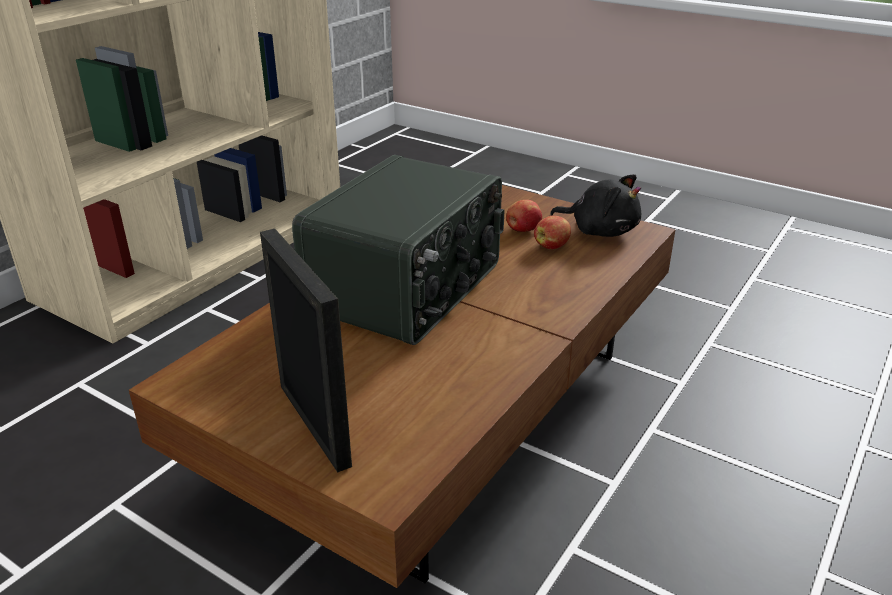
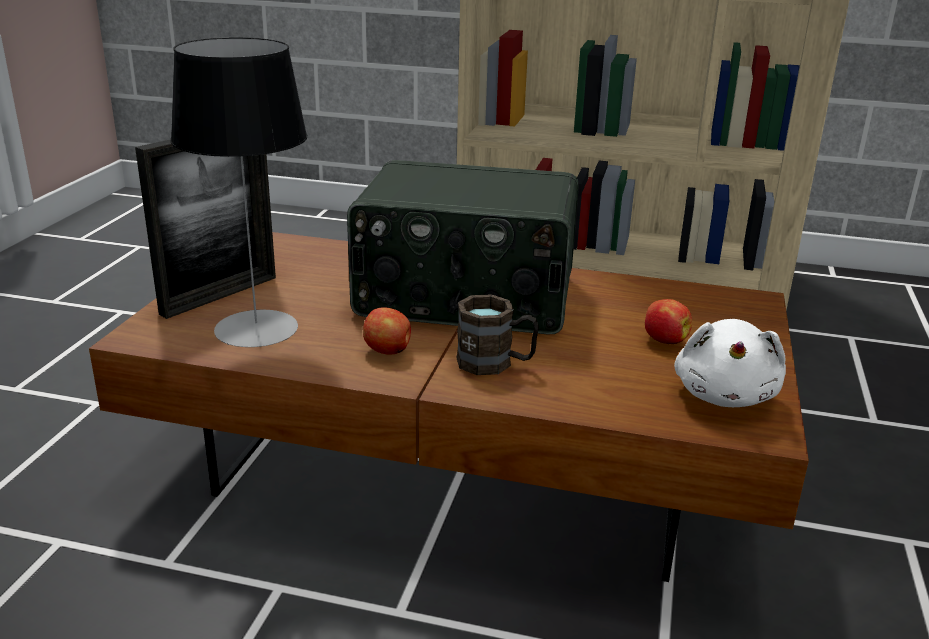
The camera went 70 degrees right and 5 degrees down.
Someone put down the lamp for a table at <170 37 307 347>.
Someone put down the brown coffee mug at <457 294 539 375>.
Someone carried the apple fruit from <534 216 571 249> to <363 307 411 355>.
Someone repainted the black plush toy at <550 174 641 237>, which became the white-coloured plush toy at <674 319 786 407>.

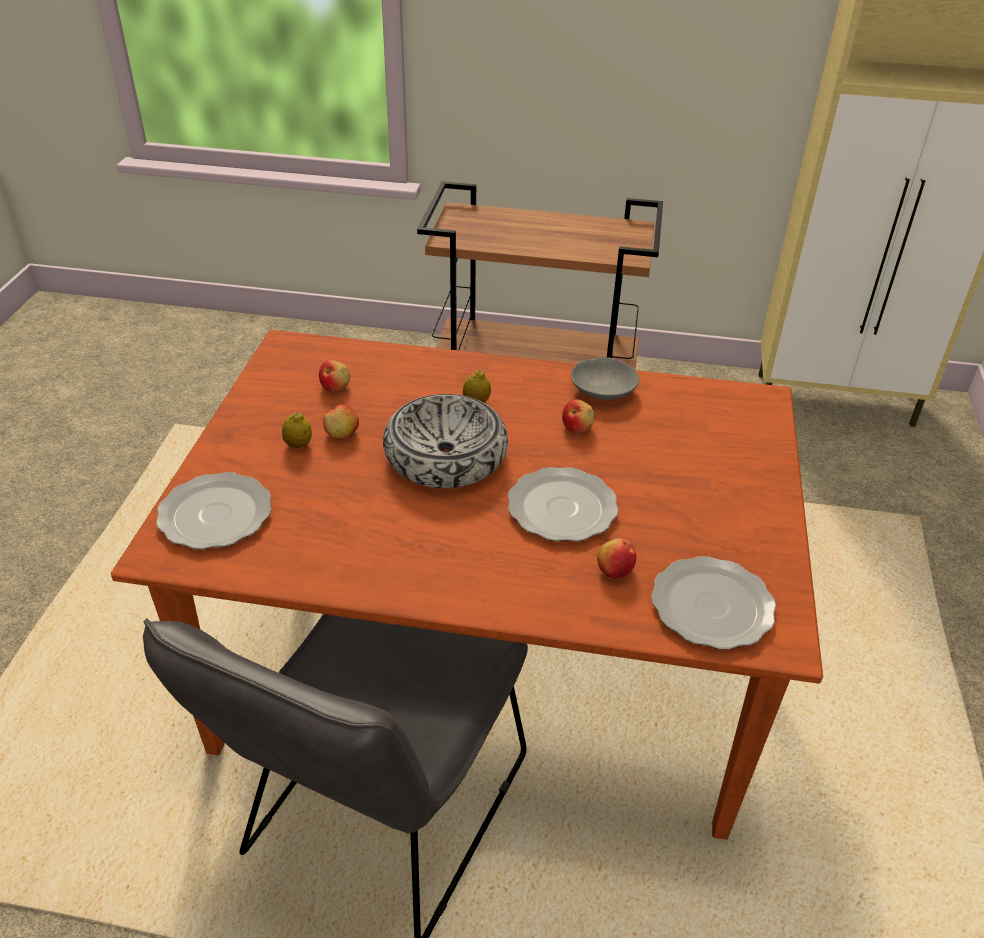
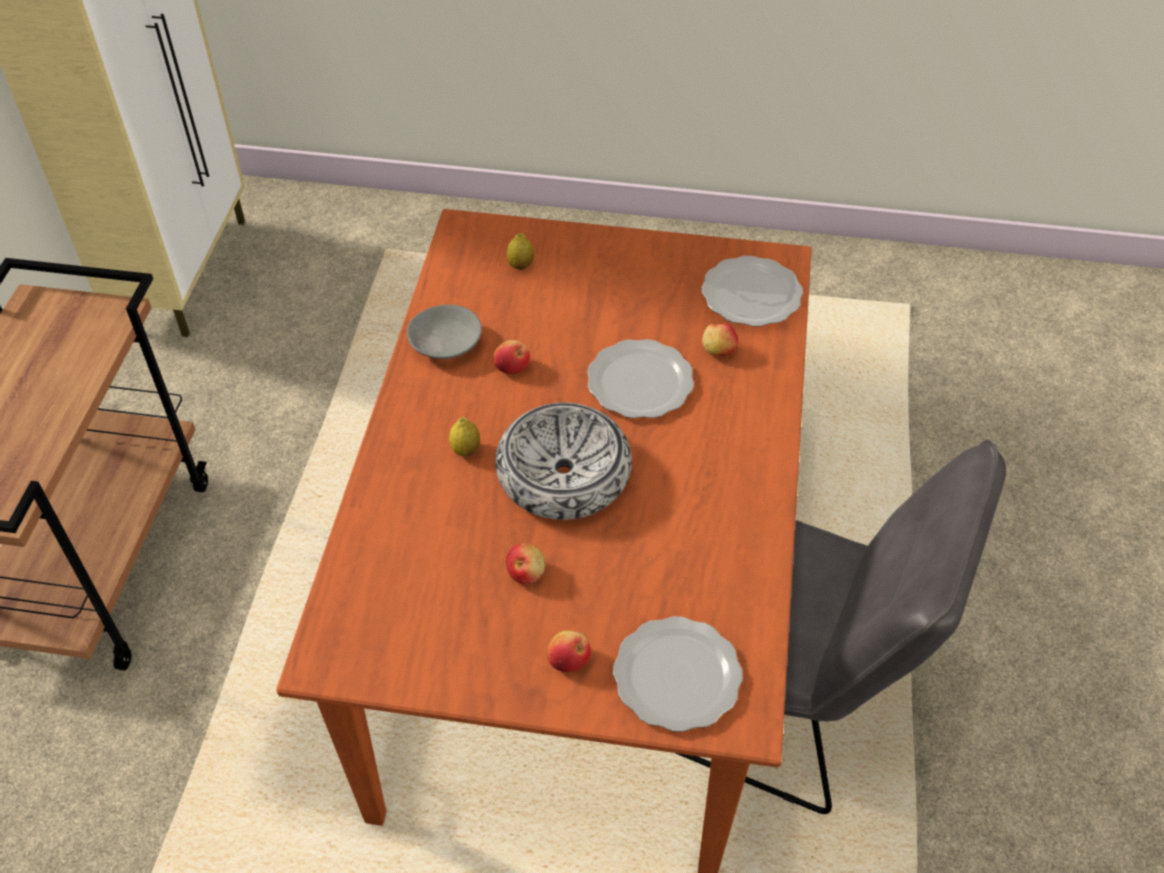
The camera went 90 degrees left and 10 degrees up.
Someone carried the citrus fruit from <282 412 312 448> to <507 233 534 270>.
Someone carried the apple fruit from <319 360 350 392> to <547 630 591 672>.

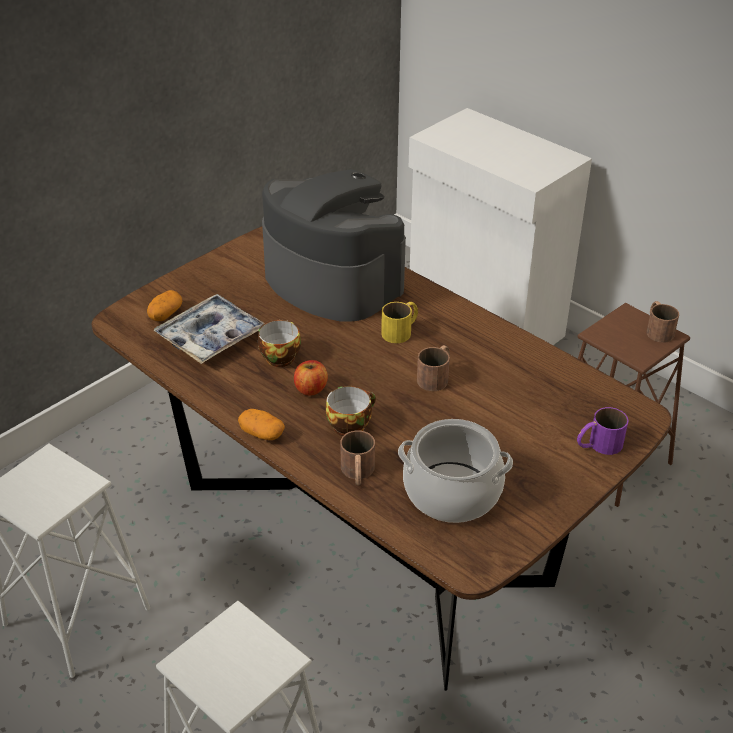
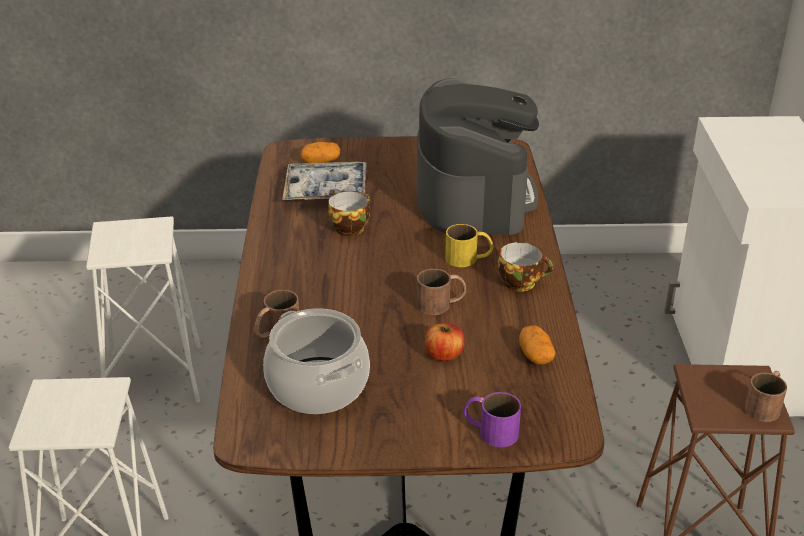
The camera went 45 degrees right and 5 degrees down.
Someone carried the whole potato from <238 409 285 440> to <519 325 555 364>.
Someone carried the apple fruit from <294 360 328 396> to <425 323 465 361>.
Someone carried the drinking cup from <326 386 376 436> to <498 242 553 291>.

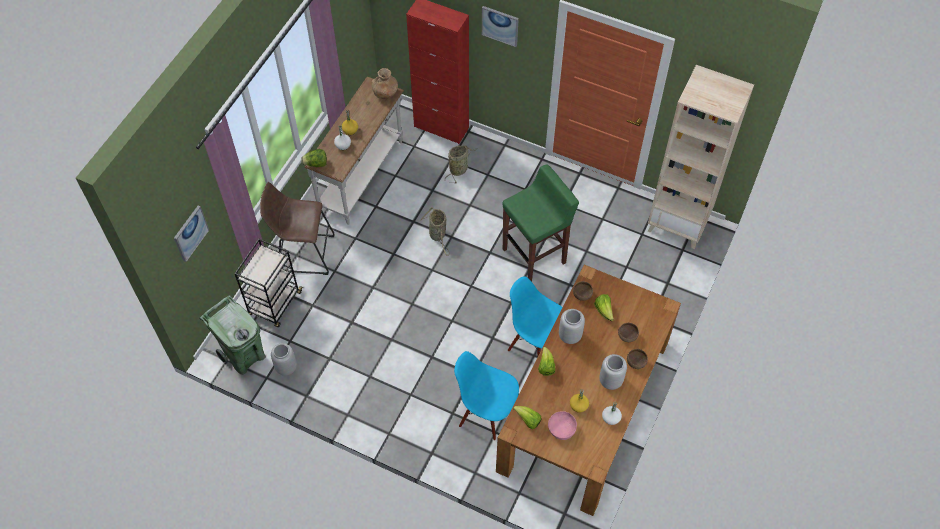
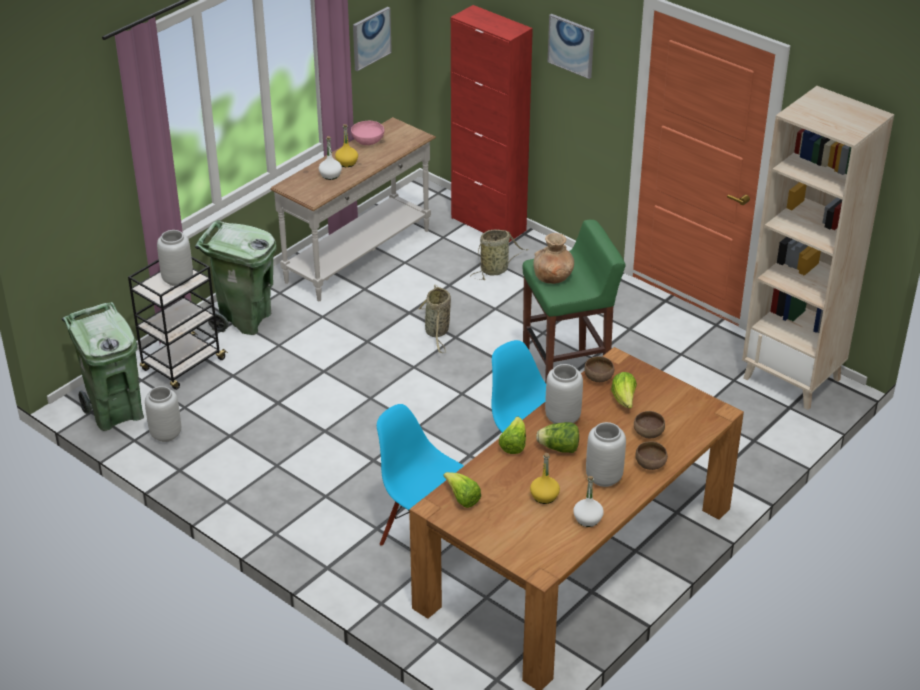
The camera went 15 degrees right and 20 degrees down.
Someone put down the grey vase at <157 230 193 286>.
Someone carried the wall art from <174 206 209 262> to <353 7 392 71>.
Someone carried the lettuce from <301 149 327 167> to <536 422 579 453>.
Someone carried the brown vase from <371 68 398 99> to <533 233 574 284>.
Someone carried the pink-coloured serving bowl from <548 411 577 440> to <351 121 384 145>.
Someone swapped the brown stool at <260 182 335 275> for the green rubbish bin at <195 220 277 335>.

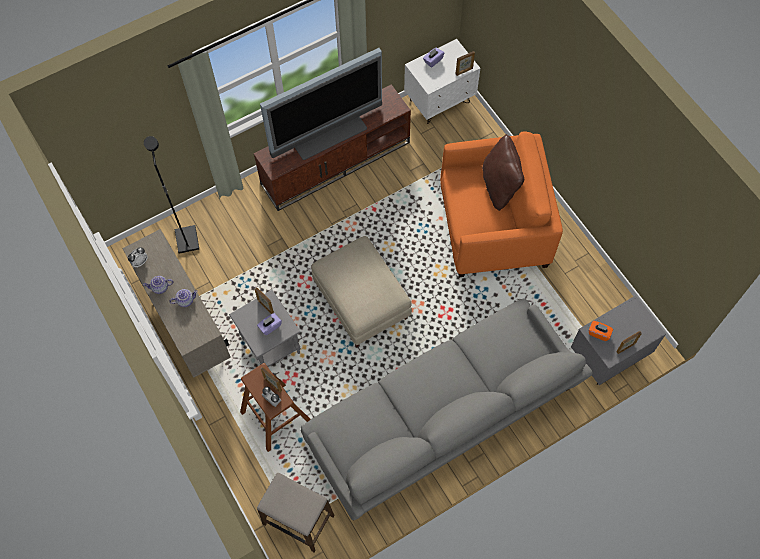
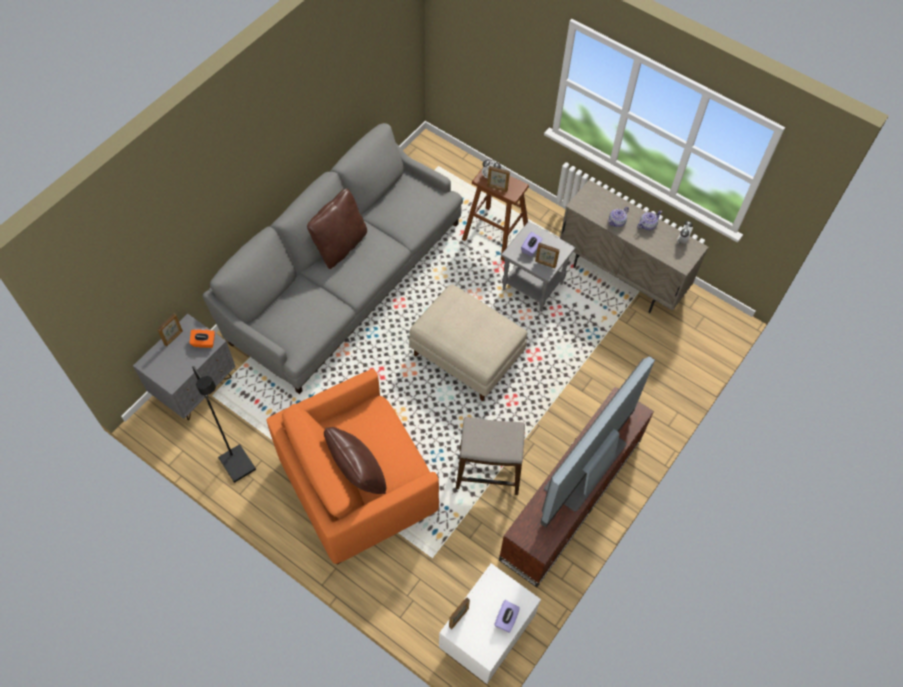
The camera went 155 degrees right and 5 degrees down.
Someone put down the brown cushion at <307 188 367 269>.
Someone carried the black standing lamp from <144 136 199 254> to <192 366 256 483>.
Someone carried the stool from <257 473 335 552> to <456 417 525 495>.

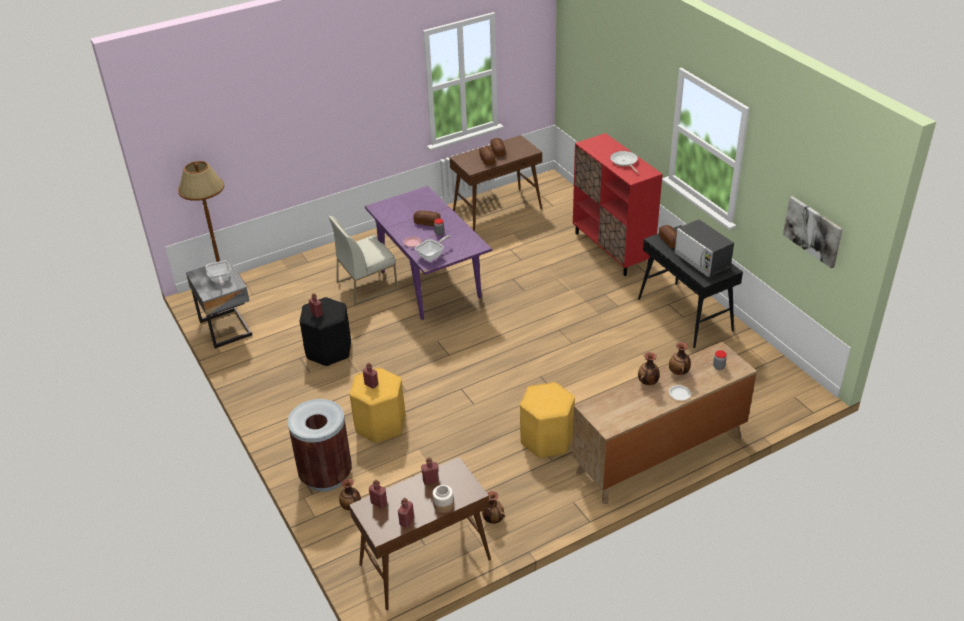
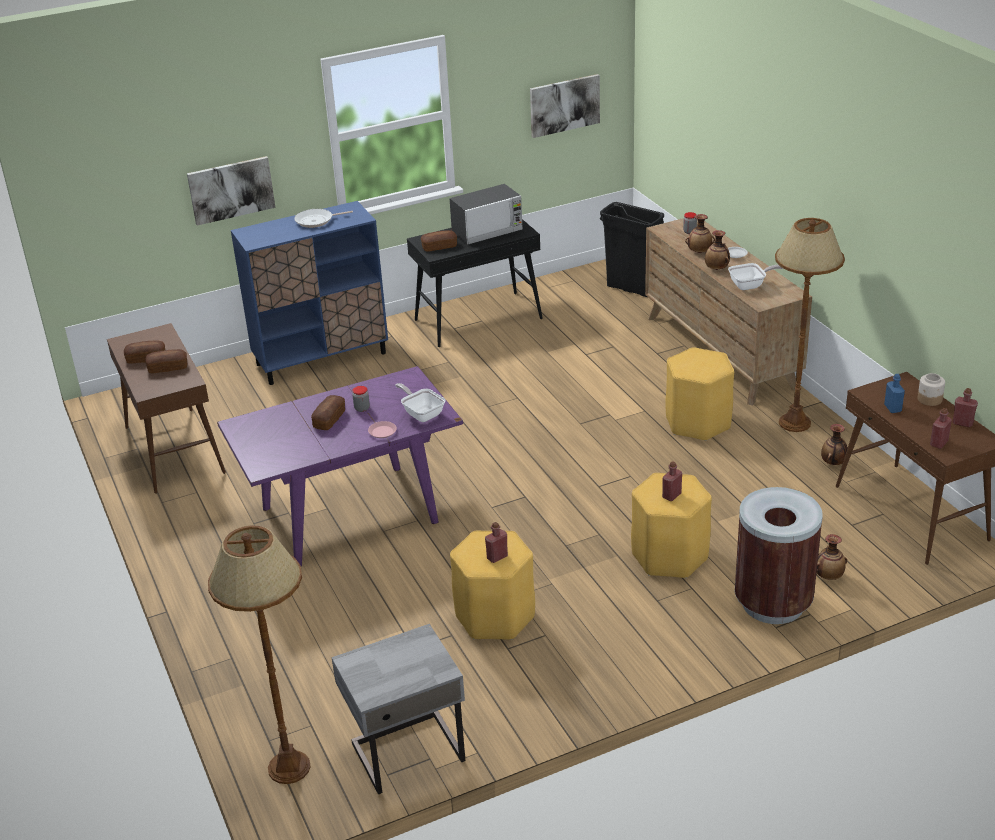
The camera went 85 degrees left and 5 degrees down.
Someone took away the white-coloured chair at <328 216 398 305>.
Someone put up the wall art at <187 156 275 226>.
Someone put down the black rubbish bin at <600 202 664 297>.
Someone put down the brown standing lamp at <775 218 845 432>.
Someone carried the skillet from <206 260 231 286> to <728 263 784 290>.
Someone repainted the black stool at <300 297 351 366>, which became the yellow-coloured stool at <450 531 535 640>.
Someone repainted the reddish bottle at <421 457 439 485>, which became the bluish bottle at <884 374 905 413>.
Someone repainted the reddish storage cabinet at <573 133 663 276>, which became the bluish storage cabinet at <231 201 388 385>.

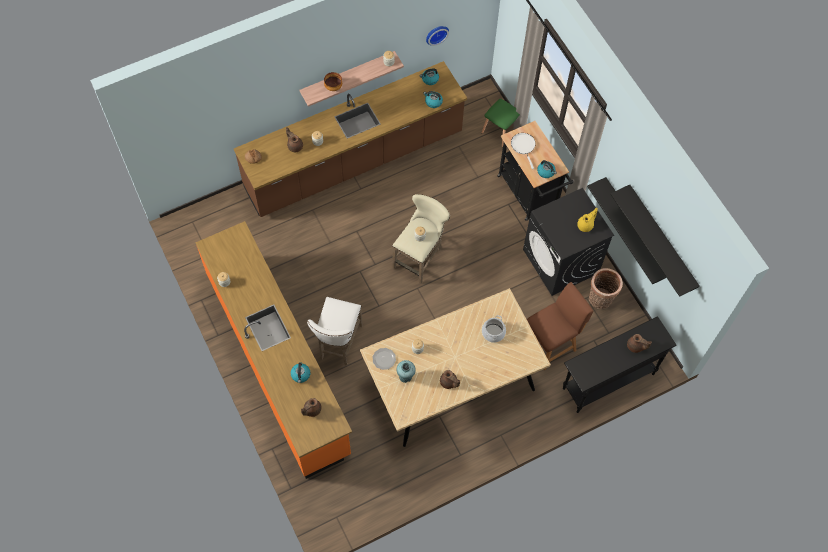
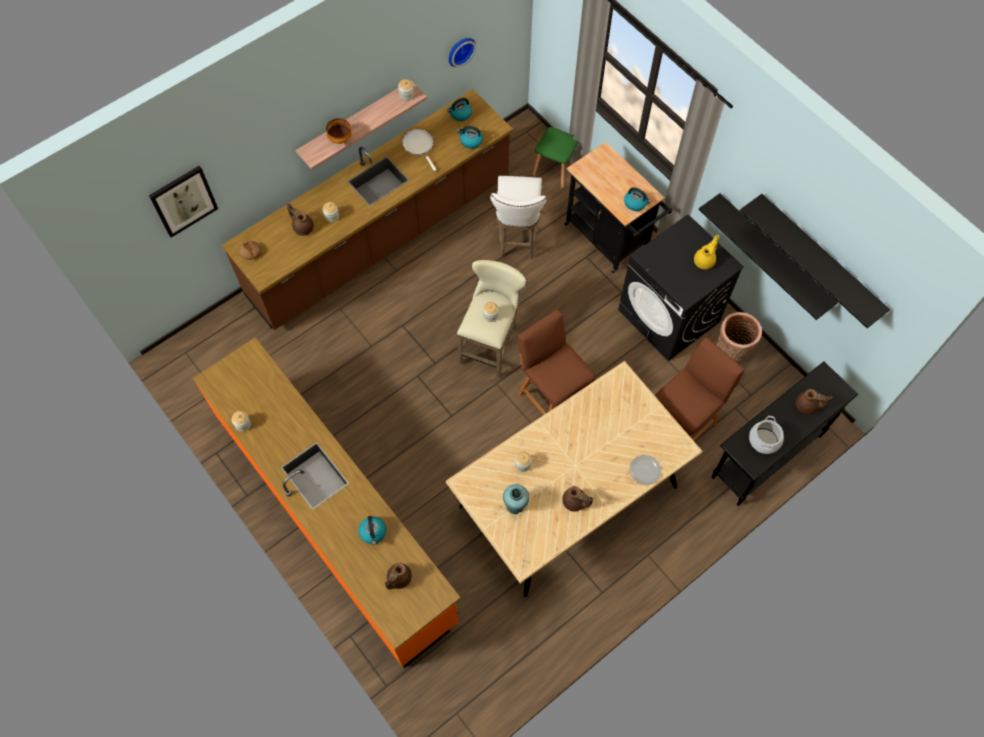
The camera went 10 degrees left and 0 degrees up.
Someone put up the wall art at <149 166 218 238>.
Someone put down the brown chair at <518 309 596 415>.
Someone carried the white-coloured stool from <307 297 363 365> to <490 176 547 259>.
Someone carried the flat dish from <372 348 396 370> to <629 455 661 485>.
Someone carried the stockpot from <482 315 506 343> to <749 416 784 454>.
Someone carried the white-coloured skillet from <511 133 536 169> to <402 129 437 171>.

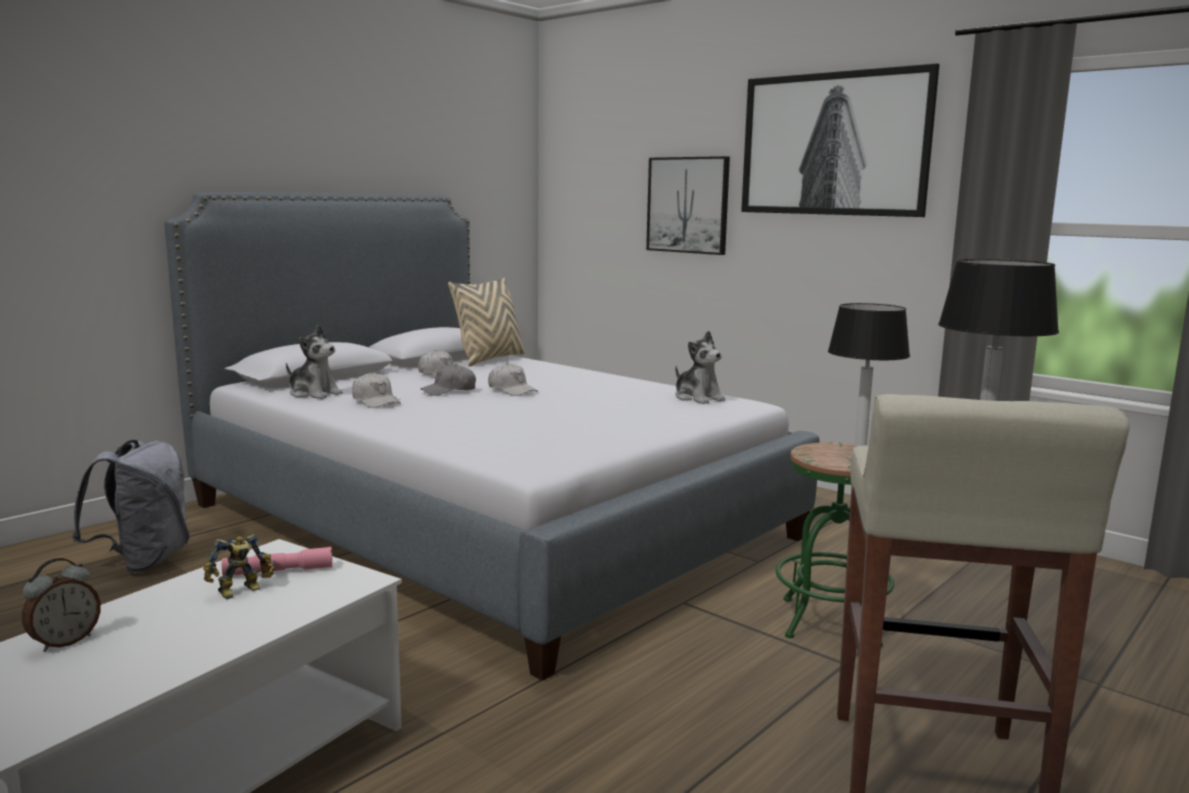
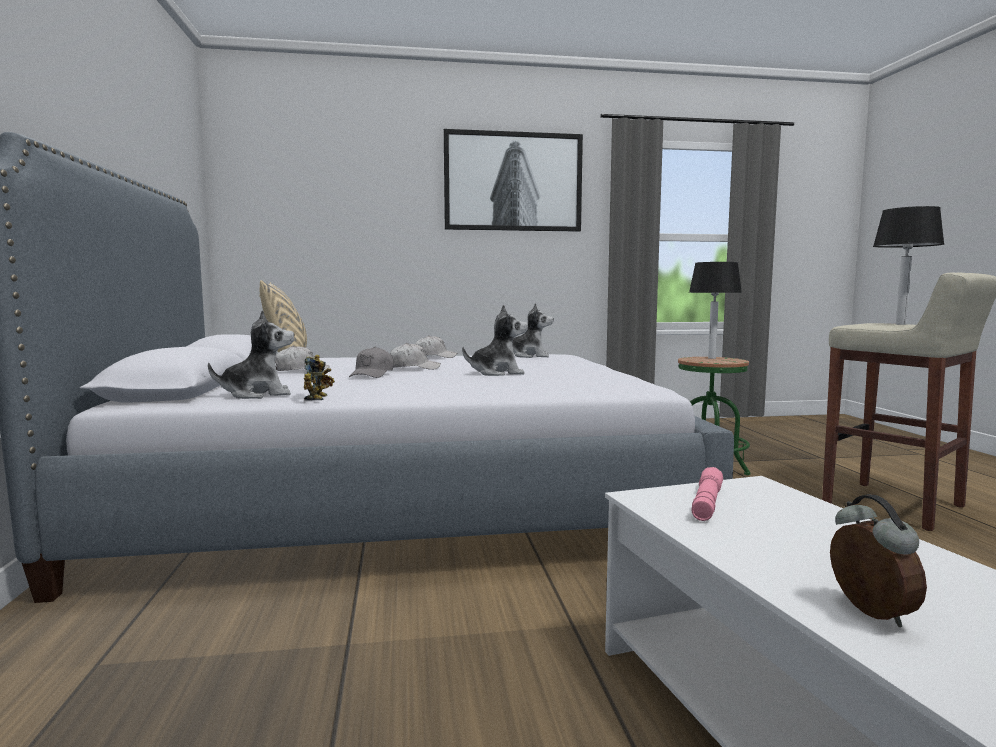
The camera went 50 degrees left and 5 degrees down.
Someone took away the grey rucksack at <72 440 190 573>.
Someone took away the wall art at <646 156 730 255>.
Someone put down the plush toy at <462 304 528 376>.
Someone carried the toy robot from <203 534 275 599> to <304 355 335 400>.
Someone carried the white-coloured baseball cap from <352 372 401 408> to <415 335 457 358>.

